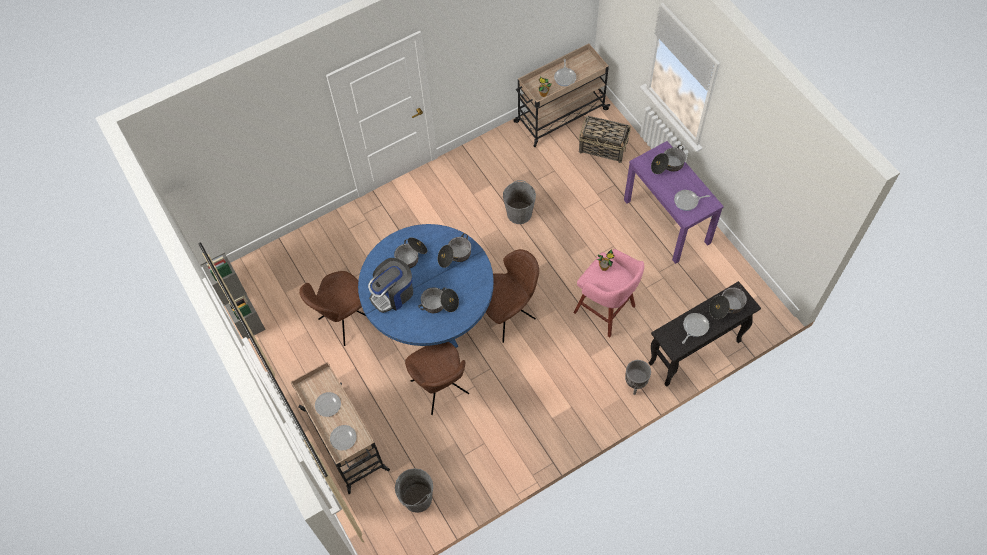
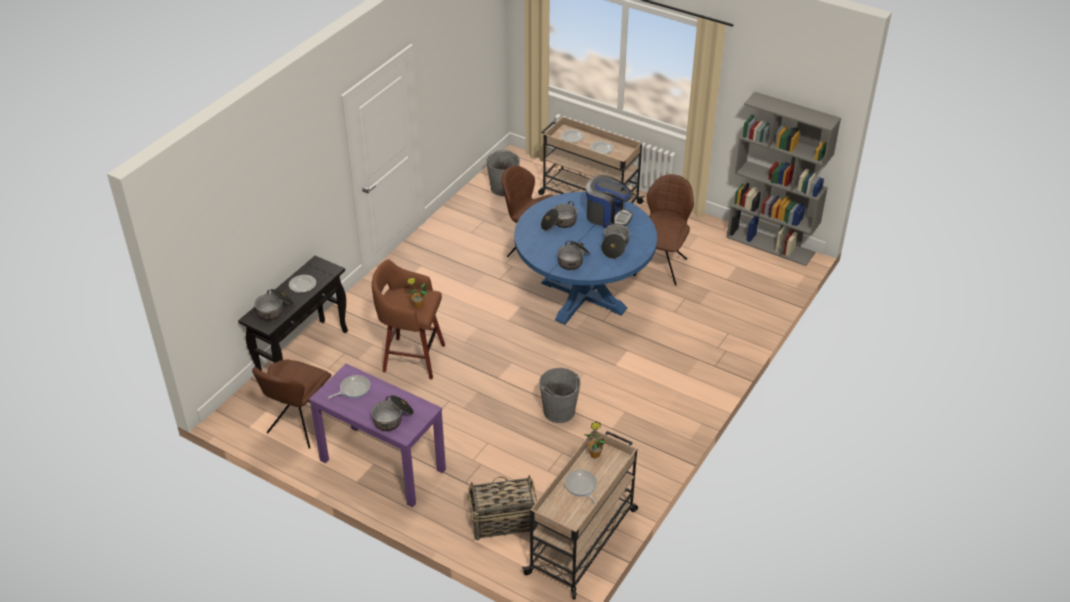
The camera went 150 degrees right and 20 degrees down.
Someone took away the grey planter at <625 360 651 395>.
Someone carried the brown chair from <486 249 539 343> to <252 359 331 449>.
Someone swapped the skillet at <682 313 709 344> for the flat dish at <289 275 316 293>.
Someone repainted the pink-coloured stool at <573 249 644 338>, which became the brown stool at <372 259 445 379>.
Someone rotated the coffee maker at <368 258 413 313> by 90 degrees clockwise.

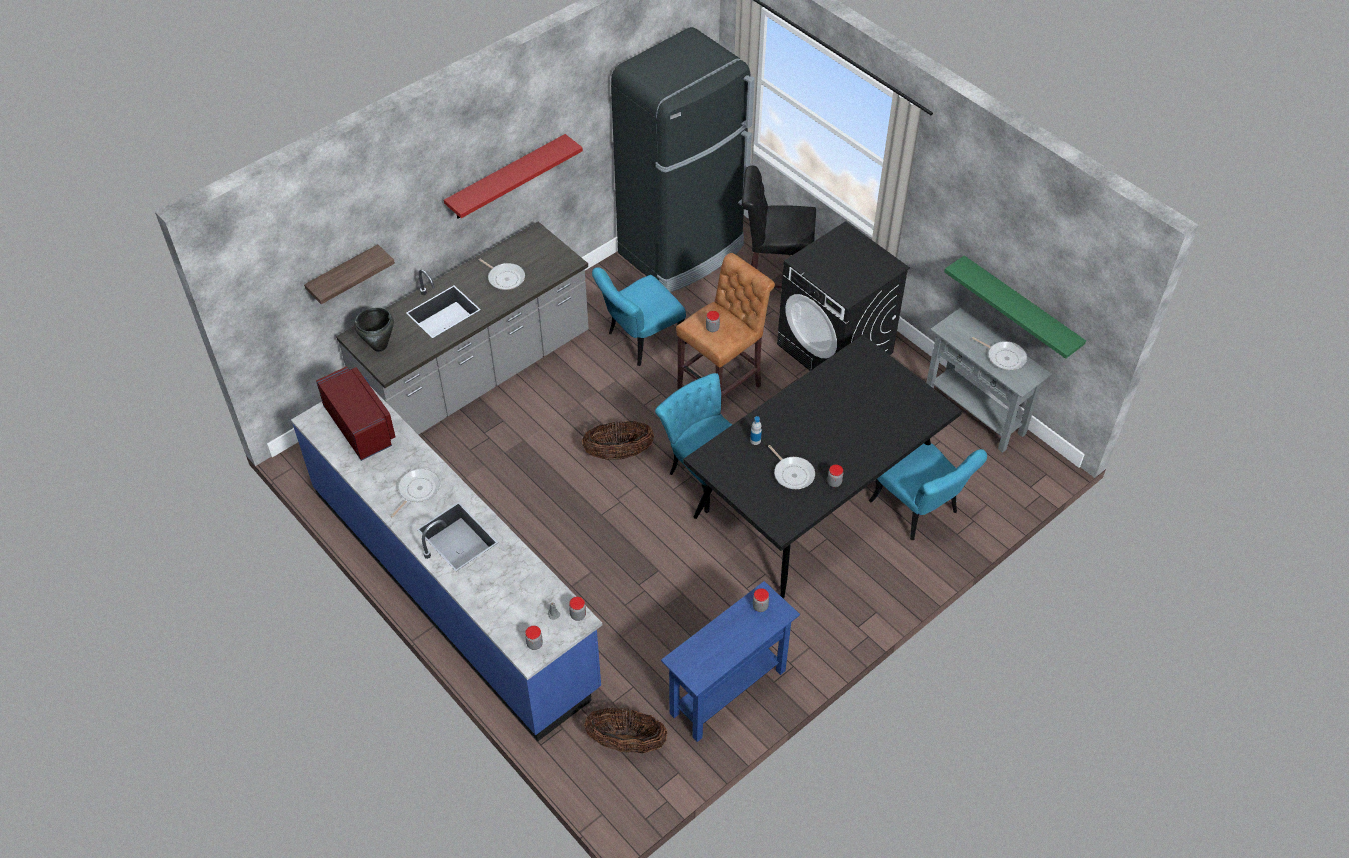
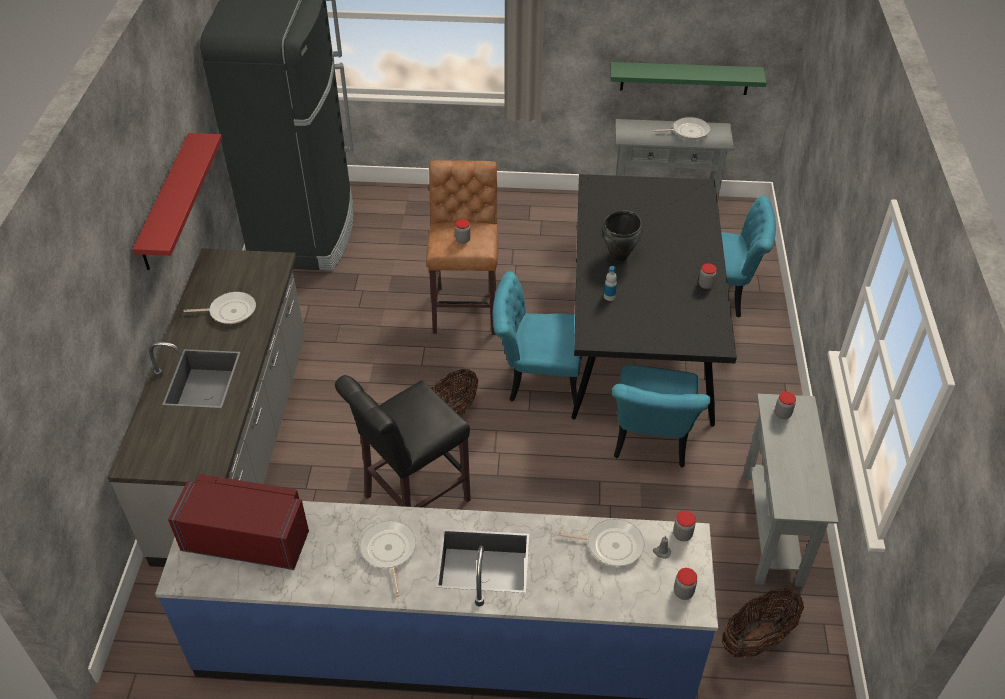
The camera went 45 degrees left and 5 degrees down.
Someone took away the wall shelf at <304 244 395 304>.
Someone took away the black washing machine at <777 221 910 371>.
Someone carried the black stockpot from <354 308 394 352> to <602 210 643 262>.
Someone carried the blue-green chair from <592 267 687 366> to <612 365 711 468>.
Someone carried the black stool from <742 166 816 288> to <335 375 471 508>.
Someone carried the skillet from <768 445 815 489> to <557 519 644 566>.
Someone repainted the bluish hall table at <661 581 800 742>, which became the grey hall table at <743 393 838 587>.

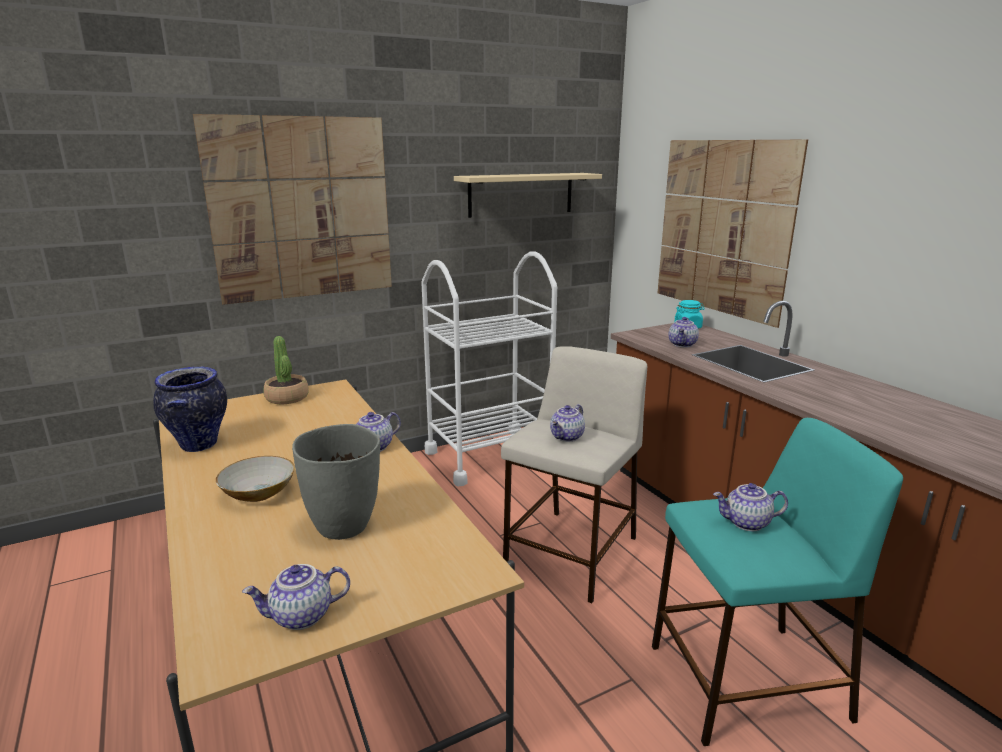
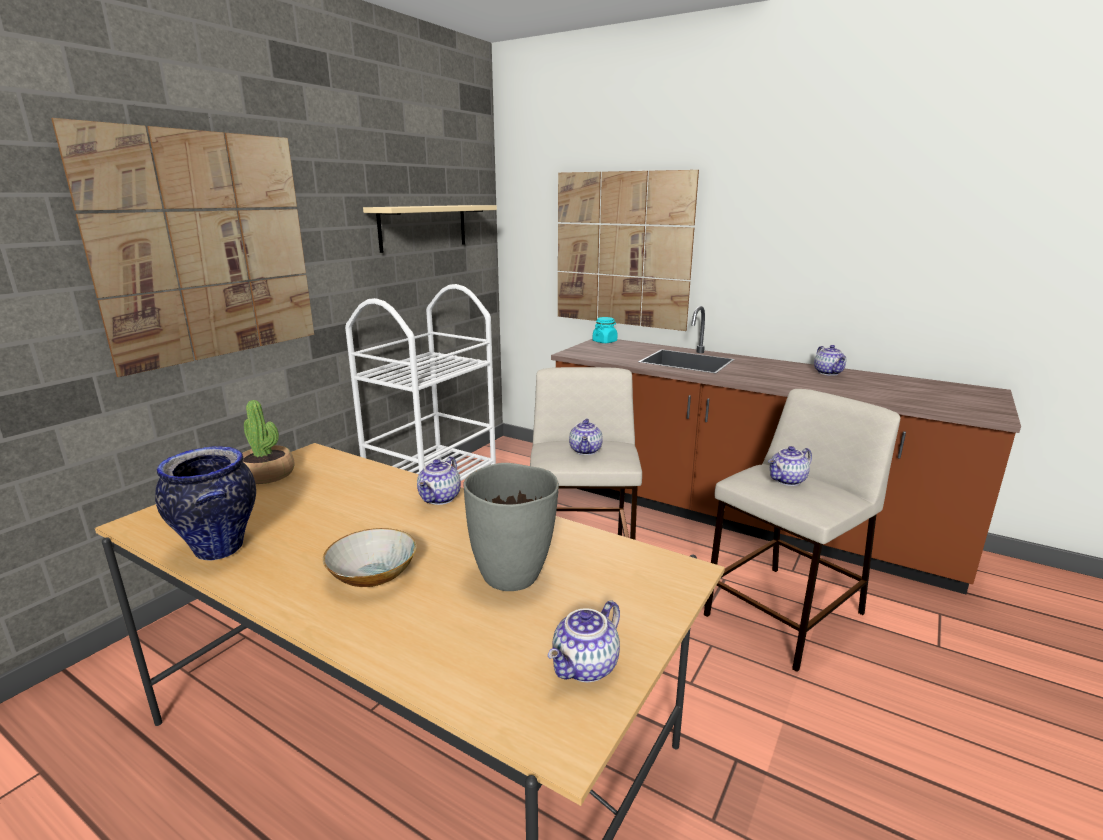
The camera went 30 degrees left and 0 degrees up.
Someone carried the teapot from <669 317 699 348> to <814 345 846 376>.
Someone repainted the blue-green stool at <652 418 903 746>, which became the beige stool at <704 389 900 672>.

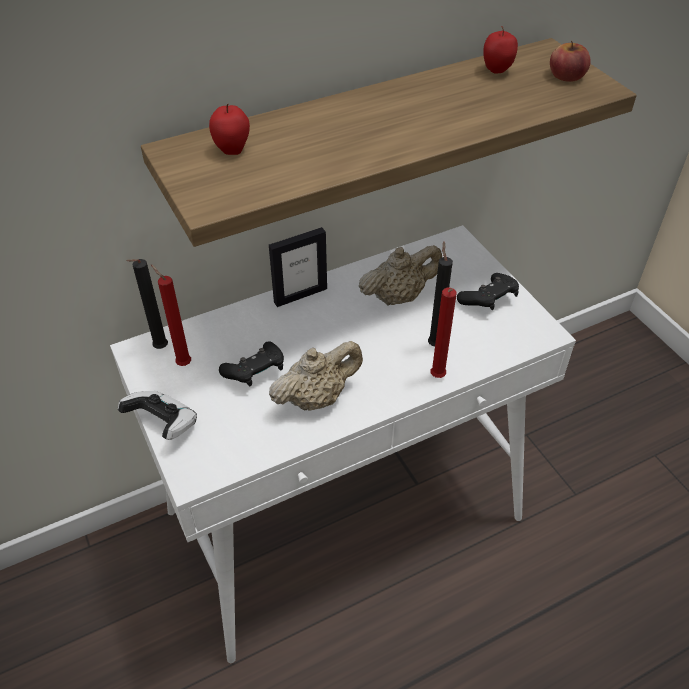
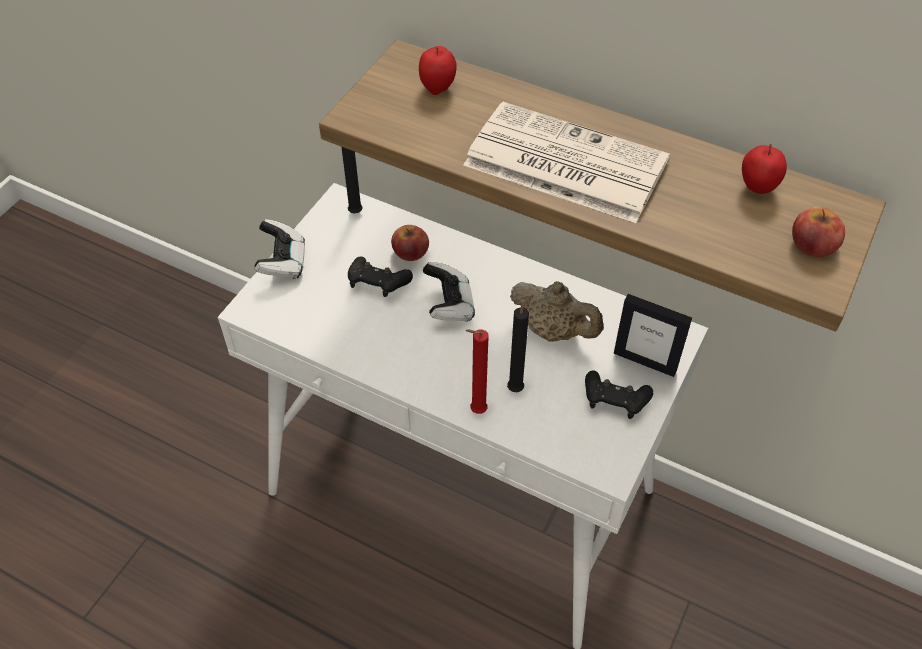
The camera went 55 degrees right and 5 degrees up.
Someone took away the reddish wax candle at <151 264 191 366>.
Someone took away the beige teapot at <269 341 363 411>.
Someone put down the apple fruit at <391 225 429 261>.
Someone put down the game controller at <423 262 475 322>.
Someone put down the daily paper at <464 102 670 223>.
Someone carried the photo frame from <269 227 327 307> to <614 294 692 377>.

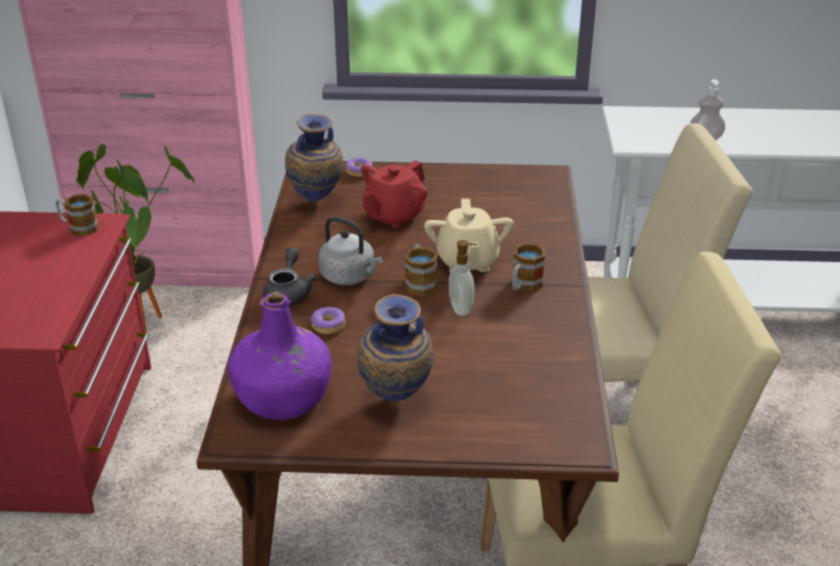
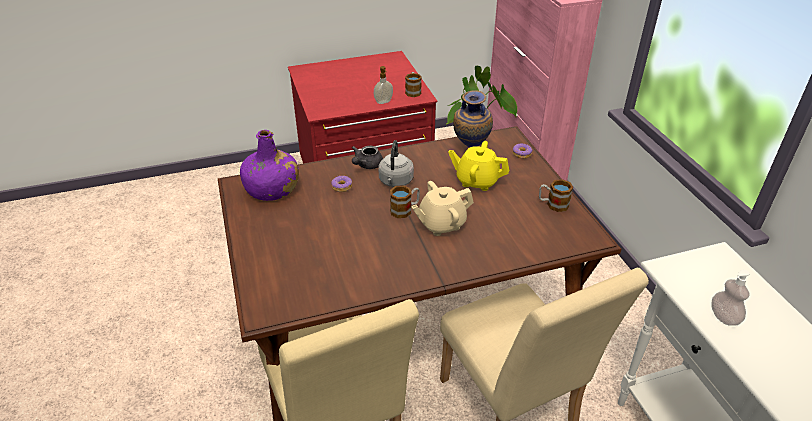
The camera went 70 degrees right and 5 degrees up.
Someone took away the vase at <357 294 434 401>.
Someone carried the liquid soap bottle from <449 240 478 316> to <374 66 393 104>.
Someone carried the coffee mug from <512 243 546 291> to <539 179 573 212>.
Someone repainted the reddish teapot at <361 160 427 229>, which became the yellow-coloured teapot at <448 141 509 191>.
Someone rotated the grey teapot at <263 248 316 307> by 135 degrees clockwise.

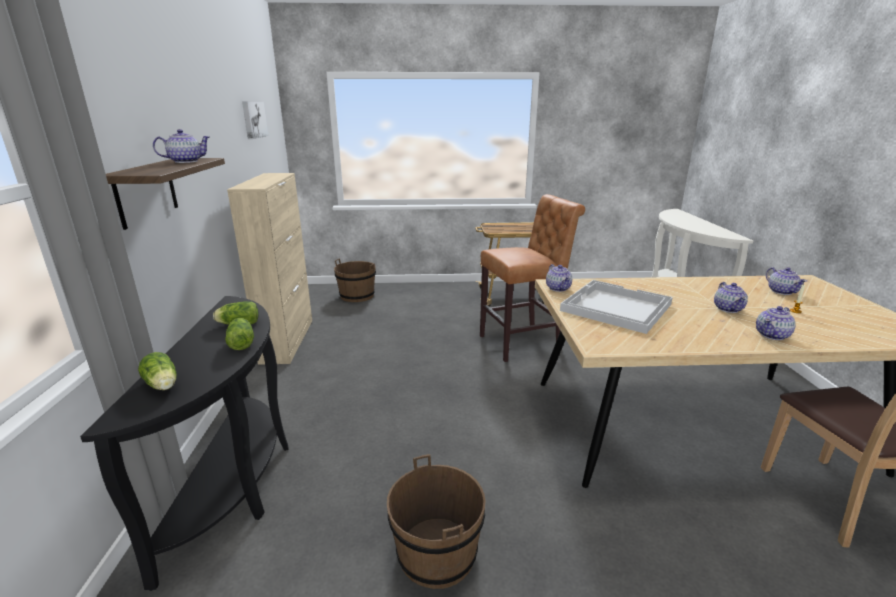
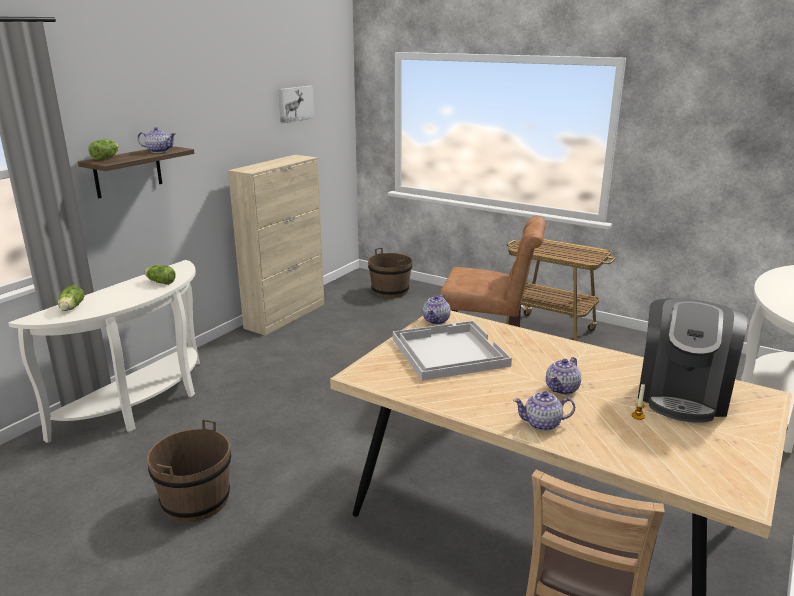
The camera went 35 degrees right and 0 degrees up.
Someone carried the lettuce from <225 318 254 350> to <88 139 119 161>.
Someone swapped the teapot at <766 267 807 295> for the coffee maker at <638 298 748 423>.
Someone repainted the black hall table at <80 296 289 591>, which became the white-coloured hall table at <8 260 200 443>.

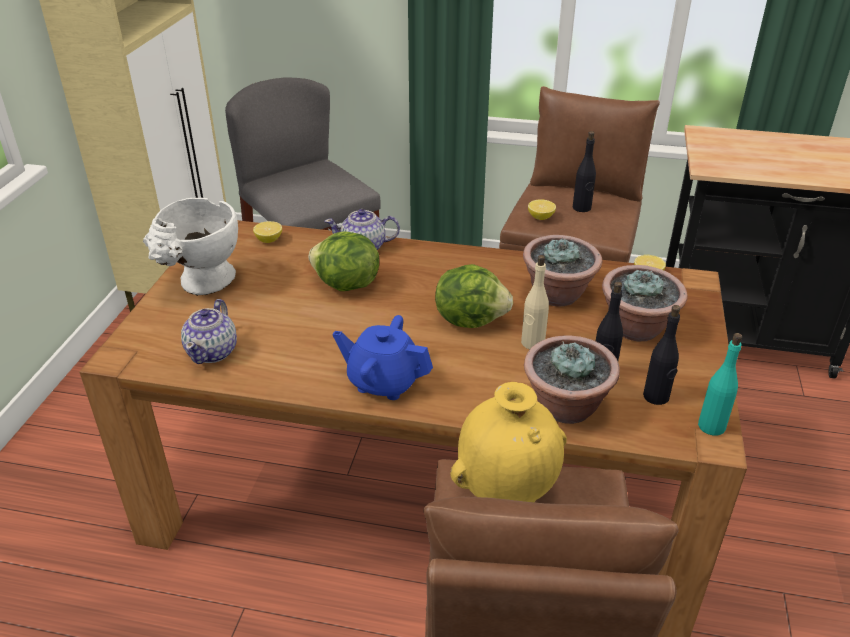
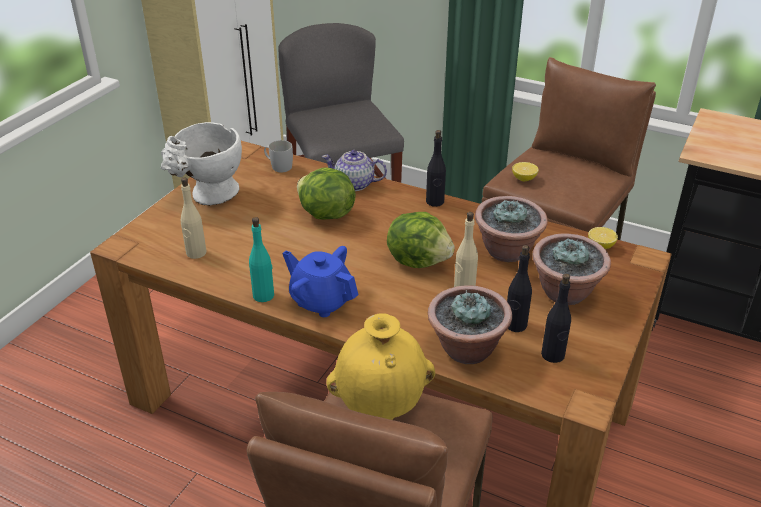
The camera went 15 degrees right and 0 degrees up.
Someone carried the black bottle from <573 131 596 212> to <426 130 446 207>.
Someone carried the blue-green bottle from <698 333 742 436> to <249 217 274 302>.
Someone swapped the teapot at <181 299 237 364> for the beige bottle at <181 177 206 259>.
Someone swapped the citrus fruit at <253 221 282 243> for the white-coloured coffee mug at <264 140 293 172>.

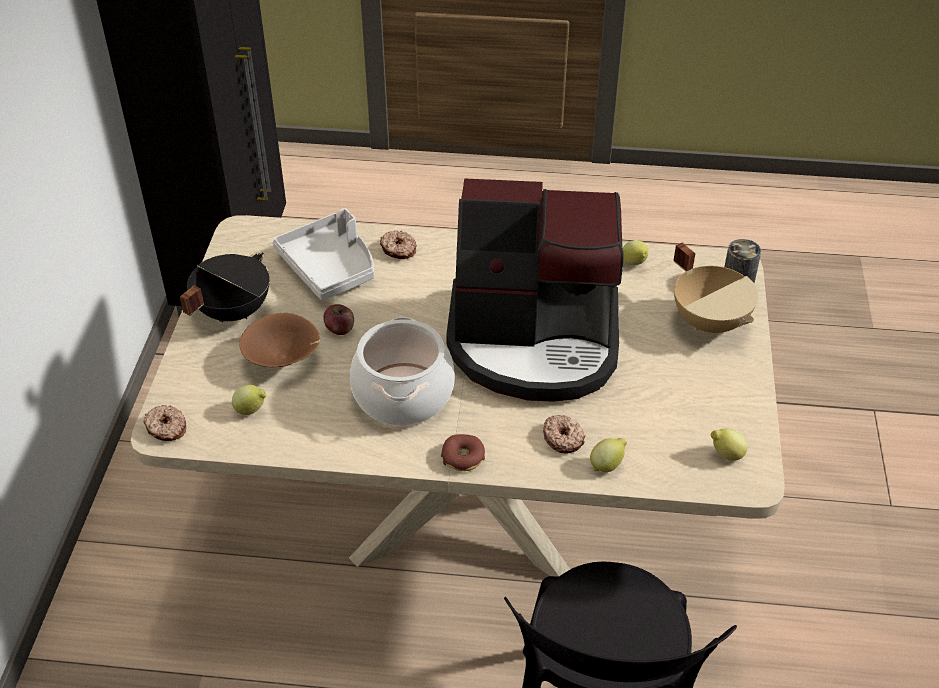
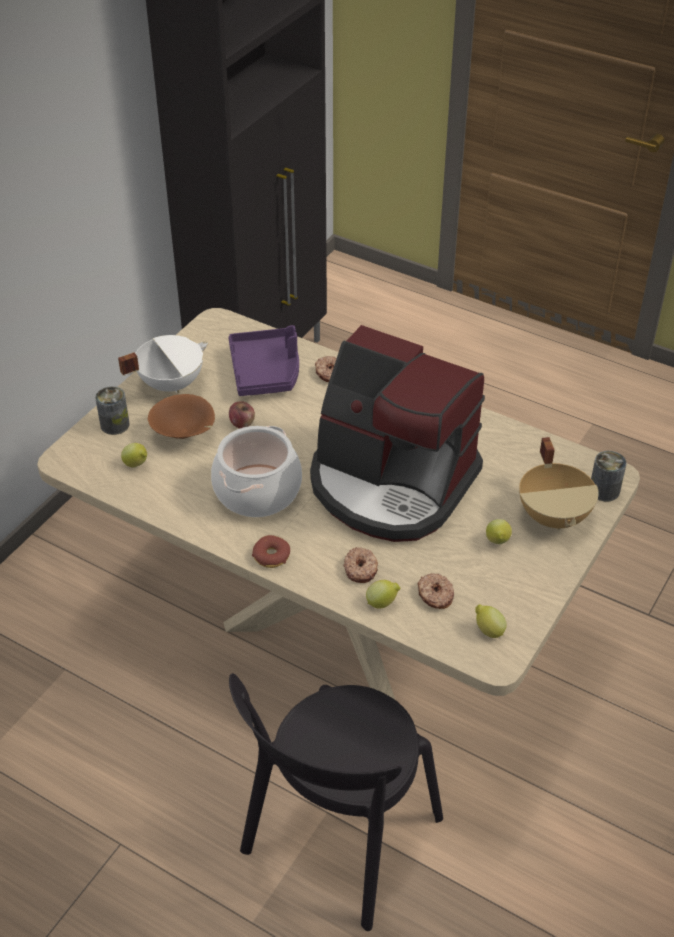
The camera went 25 degrees right and 0 degrees up.
Someone put down the metal can at <95 386 130 435>.
Someone carried the ring doughnut from <143 405 186 441> to <418 573 454 609>.
Someone carried the citrus fruit from <623 240 648 265> to <486 519 512 544>.
Someone repainted the black stockpot at <180 252 270 323>, which became the white-coloured stockpot at <118 335 208 393>.
Someone repainted the grey tray at <273 208 374 301>, which became the purple-coloured tray at <228 325 299 396>.

